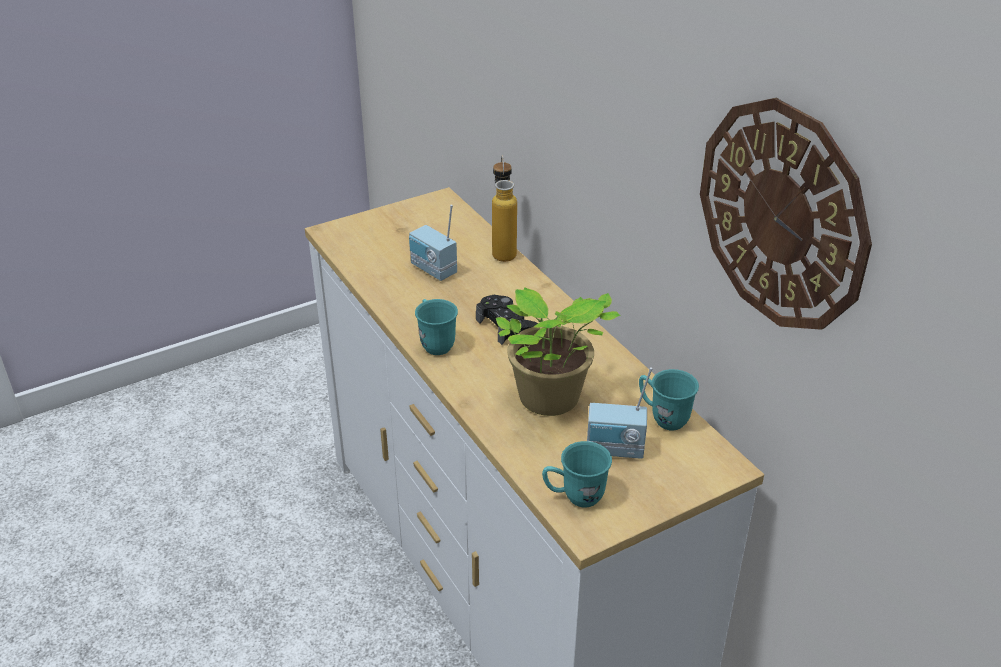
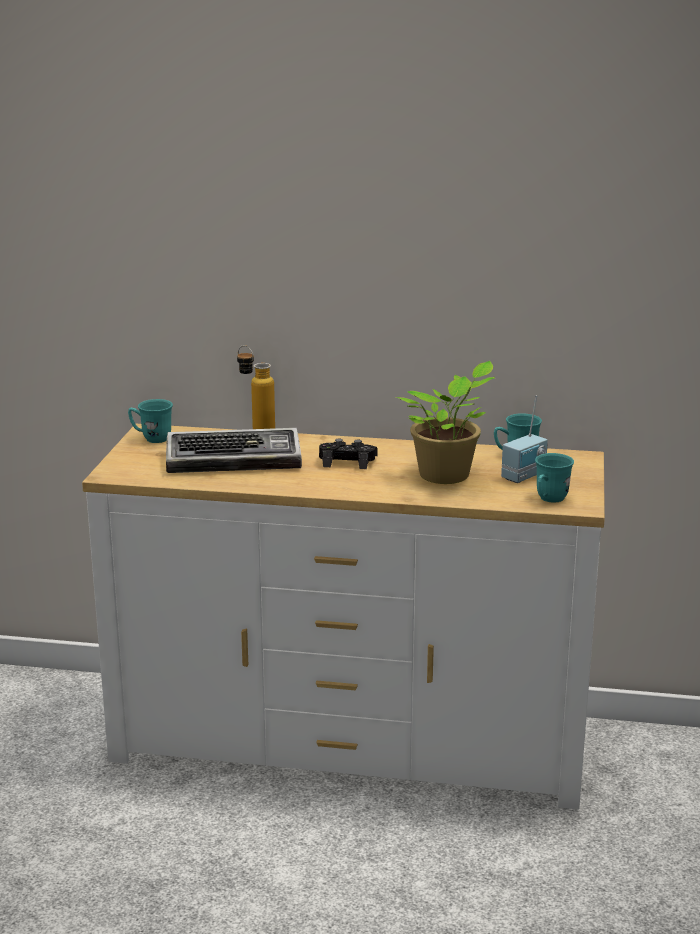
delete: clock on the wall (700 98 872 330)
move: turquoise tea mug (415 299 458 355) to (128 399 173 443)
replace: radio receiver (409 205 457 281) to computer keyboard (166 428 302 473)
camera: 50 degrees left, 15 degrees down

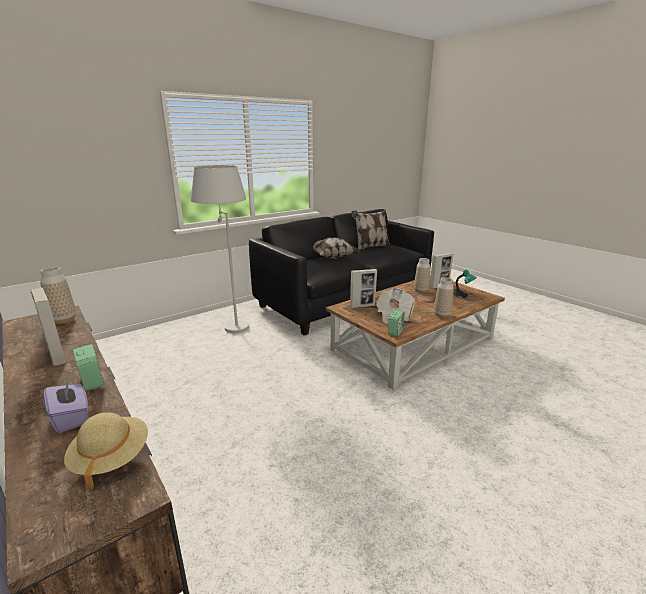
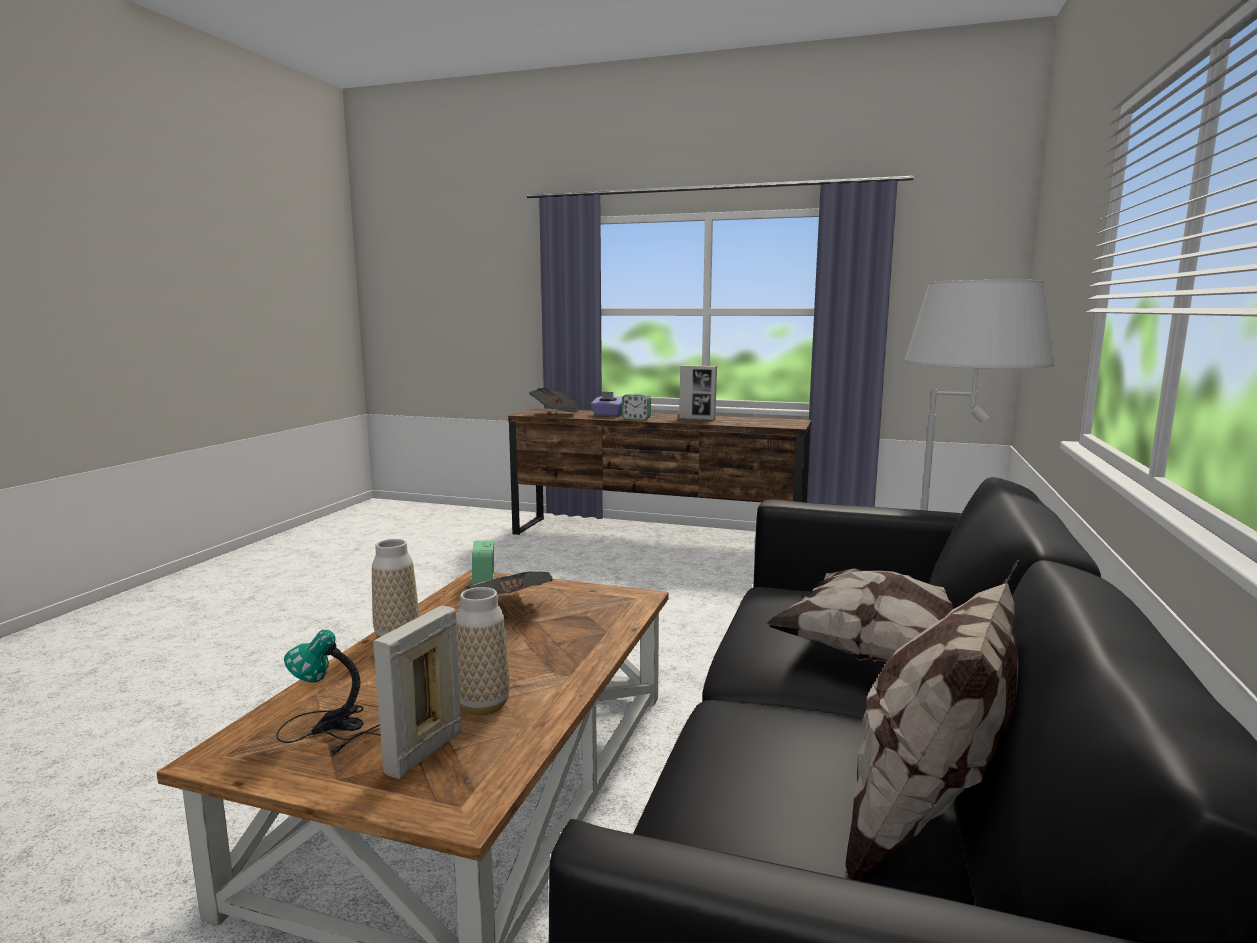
delete: vase (40 267 76 324); picture frame (350 269 377 308)
replace: beige hat (64 412 148 489) to newspaper (529 388 579 412)
camera: 145 degrees right, 10 degrees down

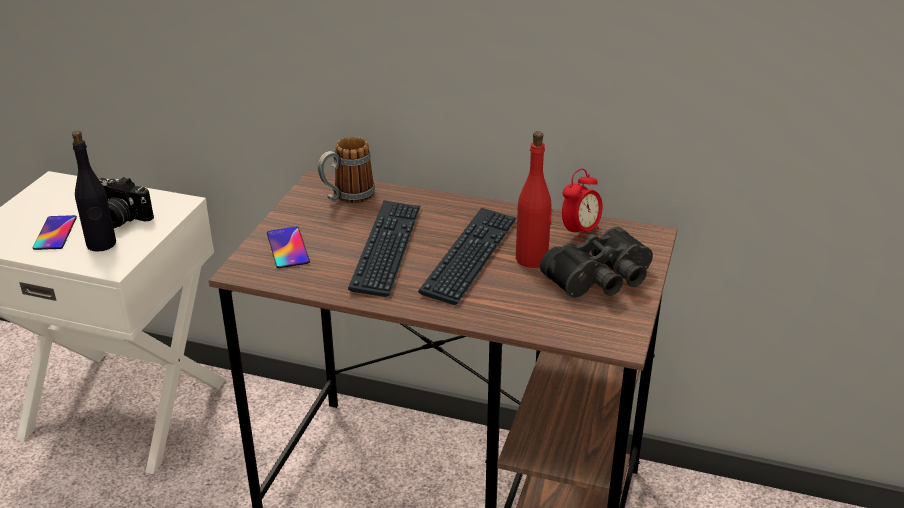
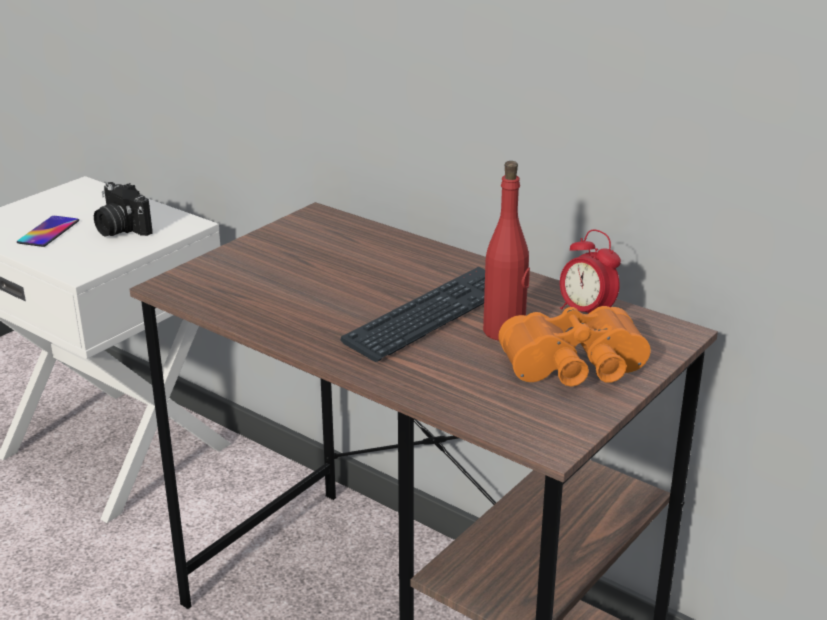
delete: blackish bottle (72 131 116 252); phone (267 227 310 268); tea mug (318 136 375 204); computer keyboard (348 200 421 297)
recolor: blackish field glasses (540 227 653 298) to orange-coloured field glasses (498 306 651 387)
rotate: alarm clock (562 169 603 241) = (560 229 621 313) 75 degrees clockwise
camera: 20 degrees right, 5 degrees down

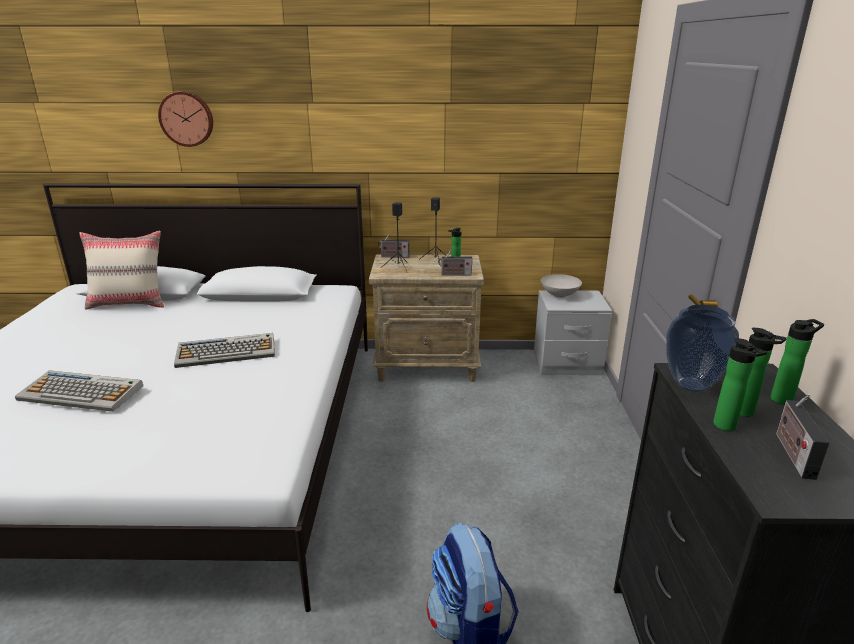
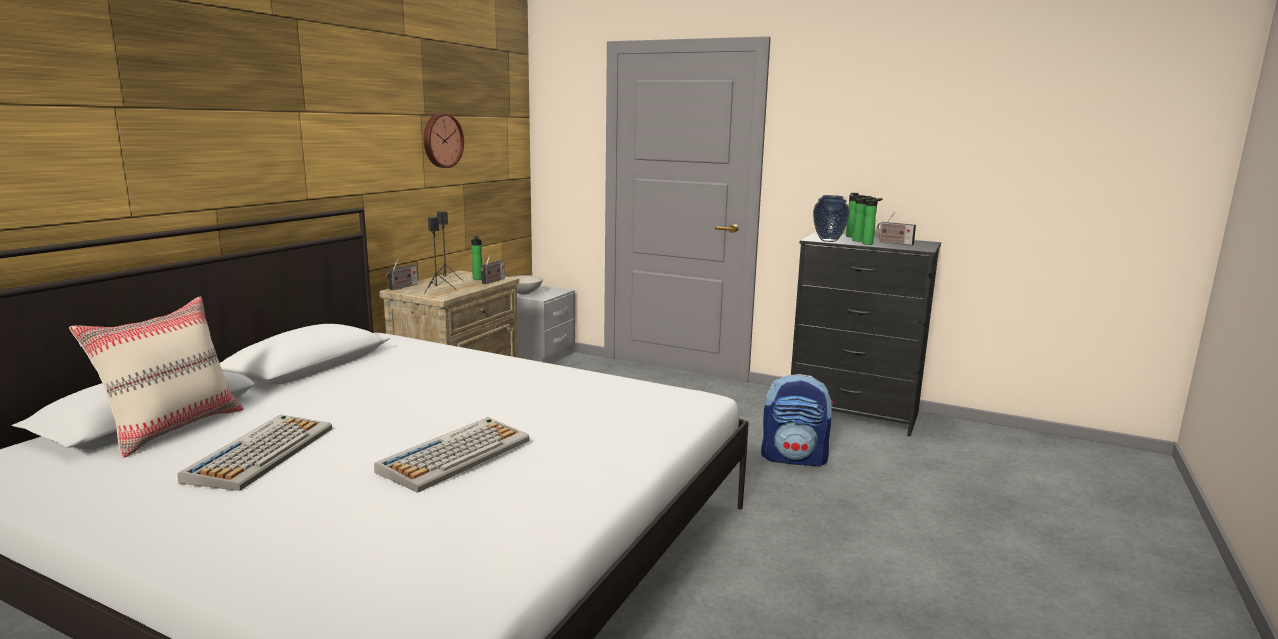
move: computer keyboard (174 333 275 368) to (178 414 332 491); clock on the wall (158 91 213 147) to (424 113 464 168)
camera: 65 degrees left, 10 degrees down

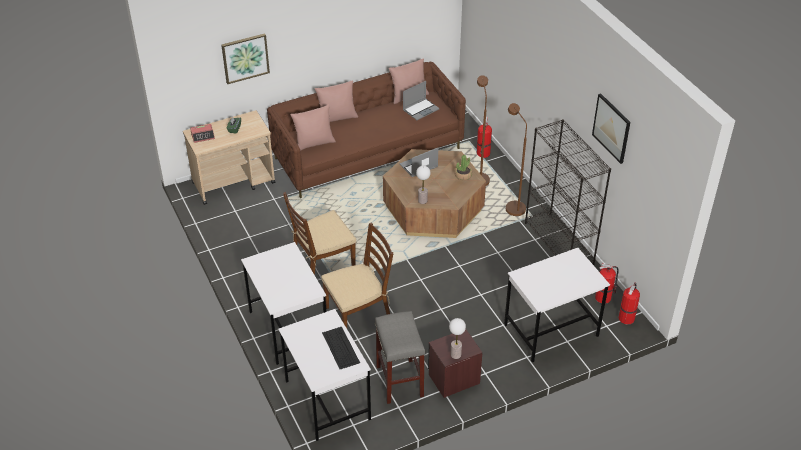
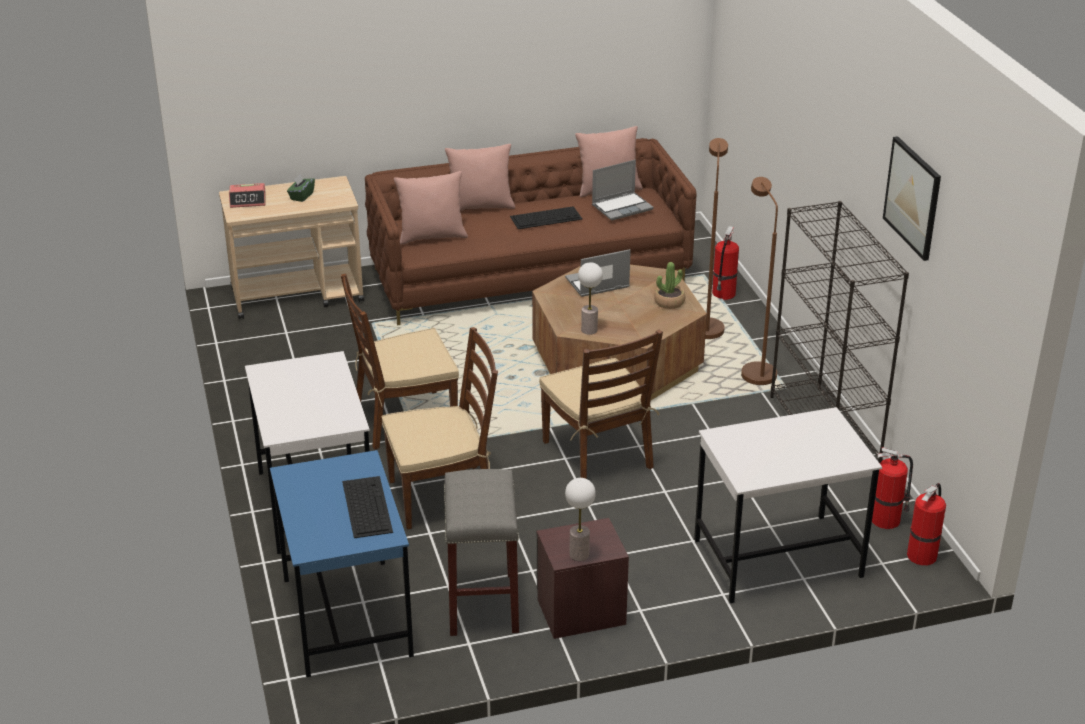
delete: wall picture (221 33 270 84)
insert: computer keyboard (510 206 583 229); brown-coloured plain chair (539 330 663 479)
recolor: whitish desk table (278 309 371 441) to blue-coloured desk table (270 450 414 677)
camera: 10 degrees right, 10 degrees down

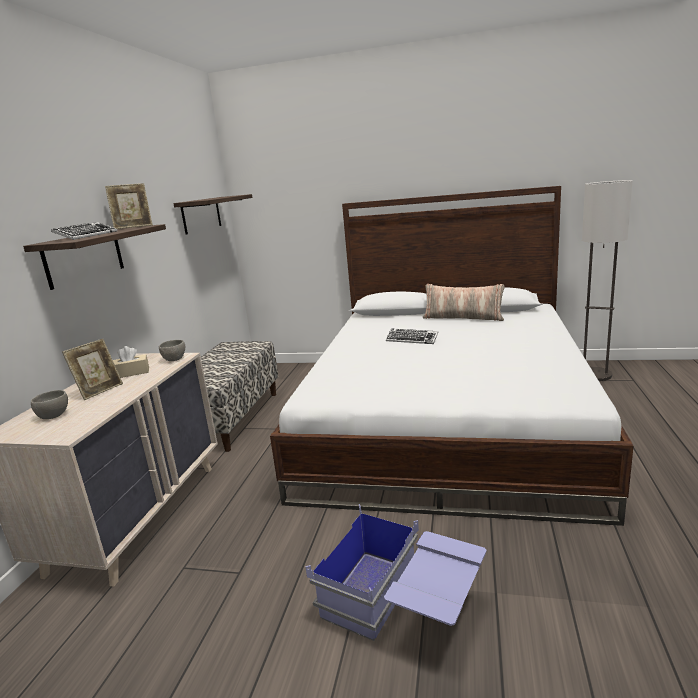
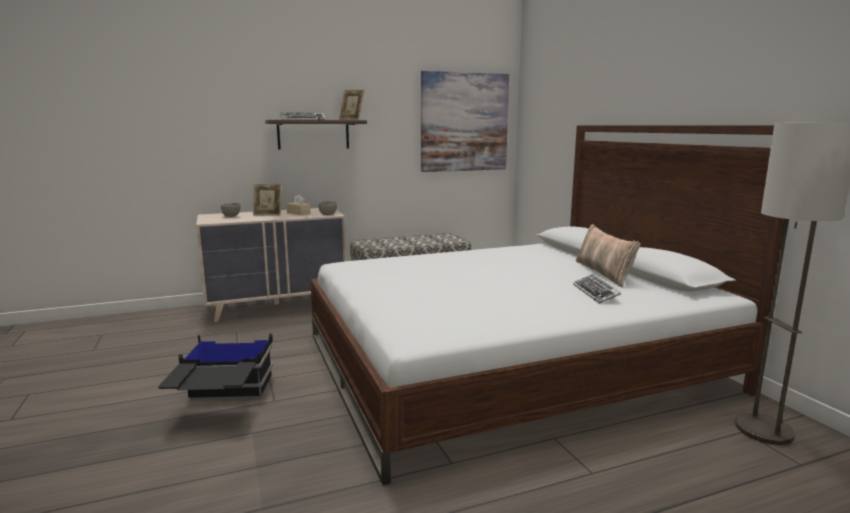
move: computer keyboard (386 329 438 344) to (573 275 621 304)
replace: bracket shelf (173 194 253 235) to wall picture (421 71 509 172)
recolor: blue-coloured storage container (306 504 486 641) to blackish storage container (158 334 273 400)
camera: 55 degrees right, 5 degrees down

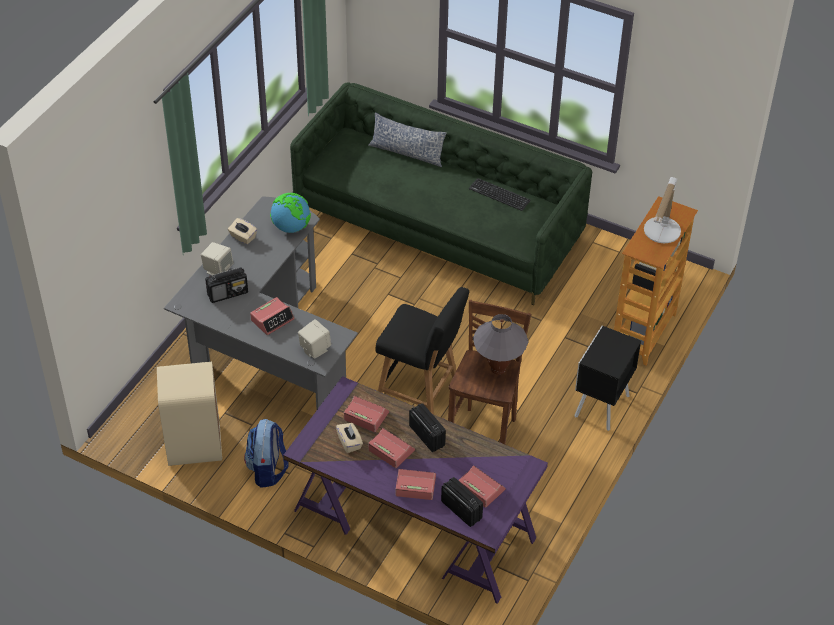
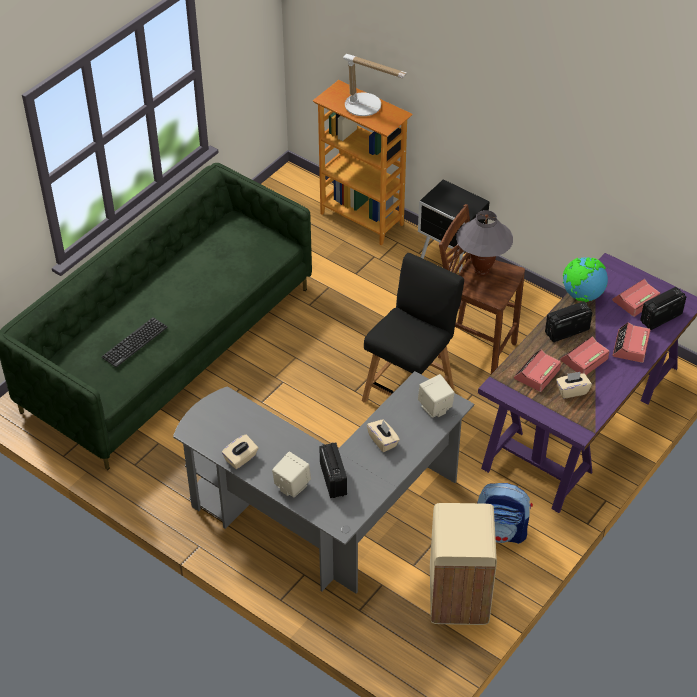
delete: pillow (368 112 447 167)
move: computer keyboard (469 178 531 211) to (102 317 167 367); globe (270 193 311 233) to (563 257 608 302)
replace: alarm clock (250 297 294 335) to beige tissue holder (367 419 400 452)
camera: 80 degrees left, 0 degrees up

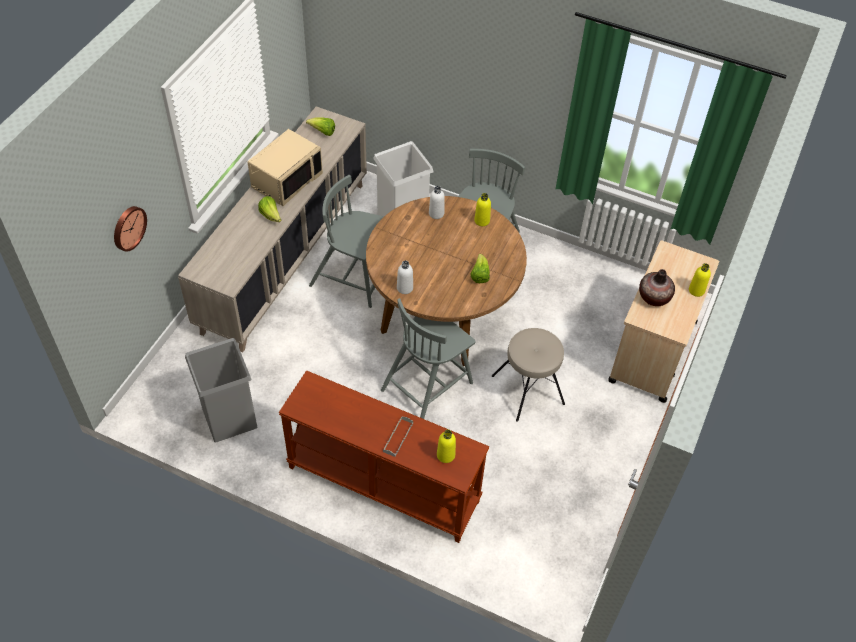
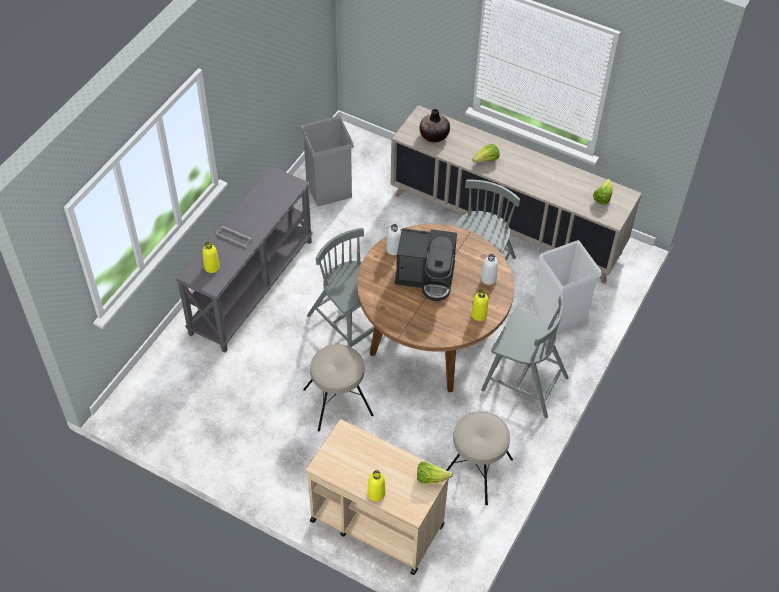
delete: clock on the wall (114 206 147 252); beige kitchen microwave (248 129 323 206)
insert: coffee maker (394 228 457 301); beige stool (447 411 513 505)
move: lettuce head (470 254 490 283) to (417 462 453 484); vase (639 269 675 306) to (420 109 450 142)
recolor: brown-coloured console table (279 370 489 543) to gray console table (175 166 313 353)
camera: 95 degrees right, 0 degrees up

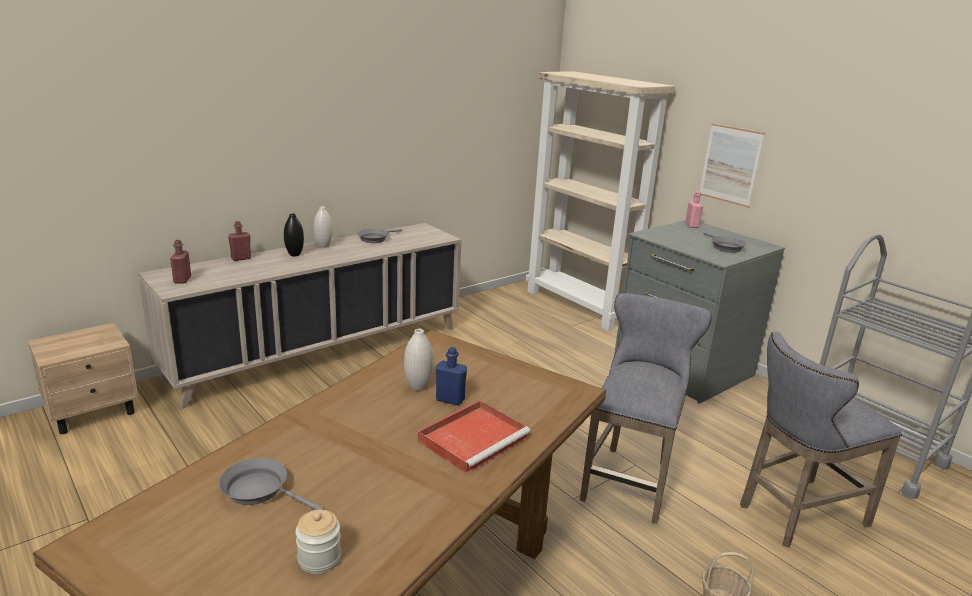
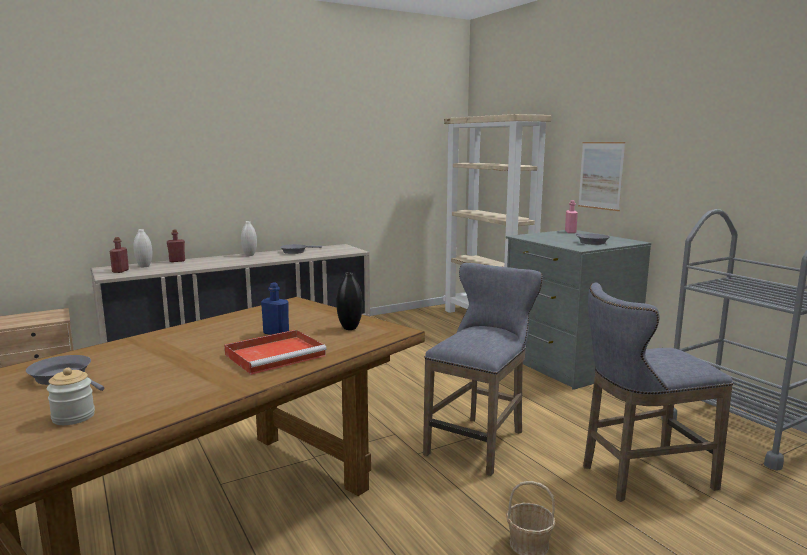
move: whitish vase (404 329 433 391) to (133 229 152 267); blackish vase (284 213 304 257) to (336 272 363 330)
camera: 10 degrees right, 10 degrees down

